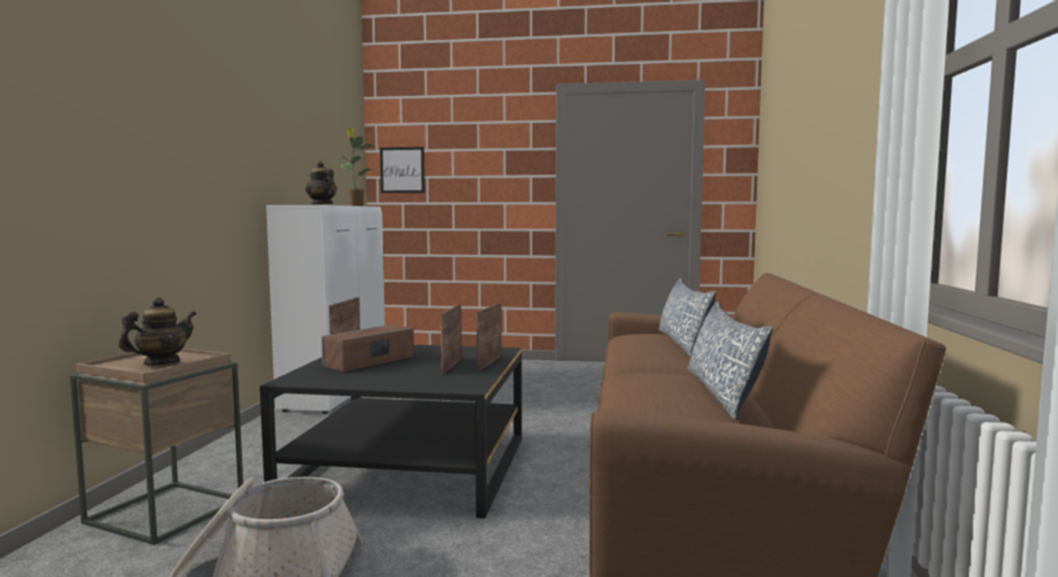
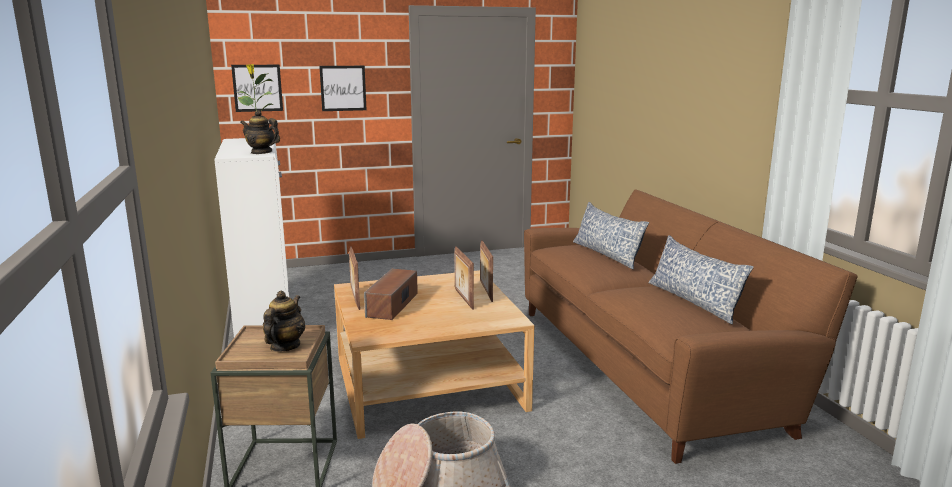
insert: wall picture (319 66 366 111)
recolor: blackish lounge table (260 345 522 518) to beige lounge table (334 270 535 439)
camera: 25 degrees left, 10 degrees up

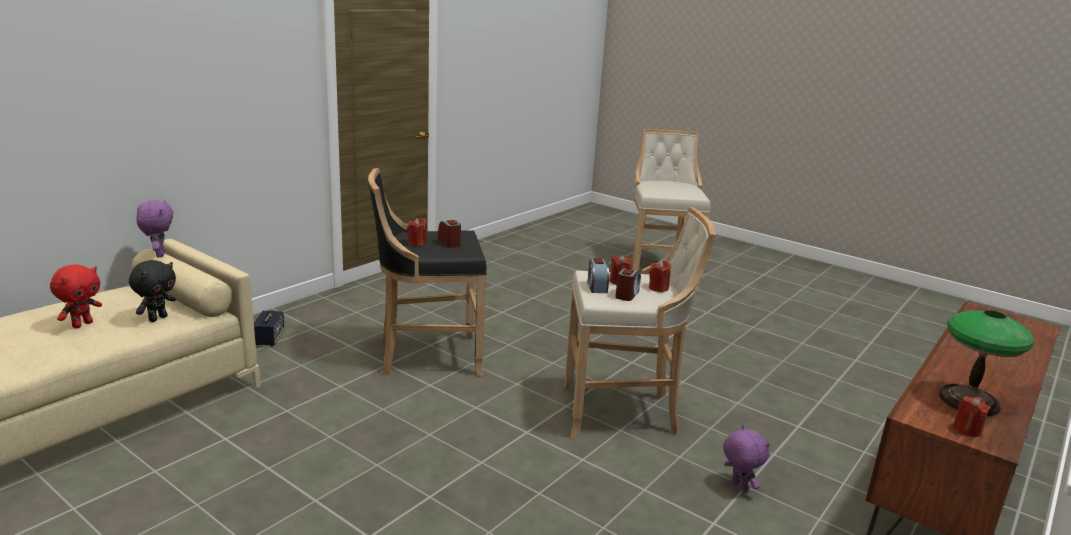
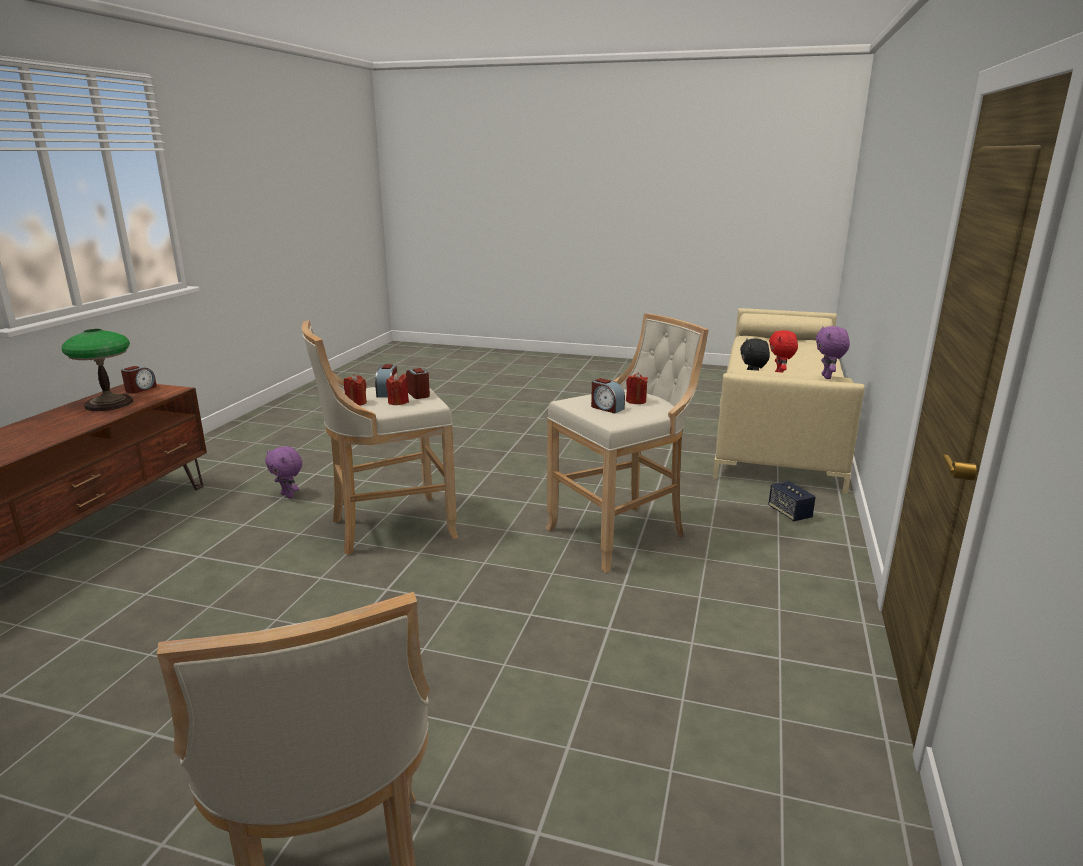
replace: red wax candle (953 396 991 437) to alarm clock (121 366 157 394)
recolor: blackish stool (368 168 487 376) to beige stool (546 313 709 573)
rotate: purple-coloured plush toy (136 200 174 257) = (816 326 850 379) 45 degrees clockwise
camera: 160 degrees right, 0 degrees up

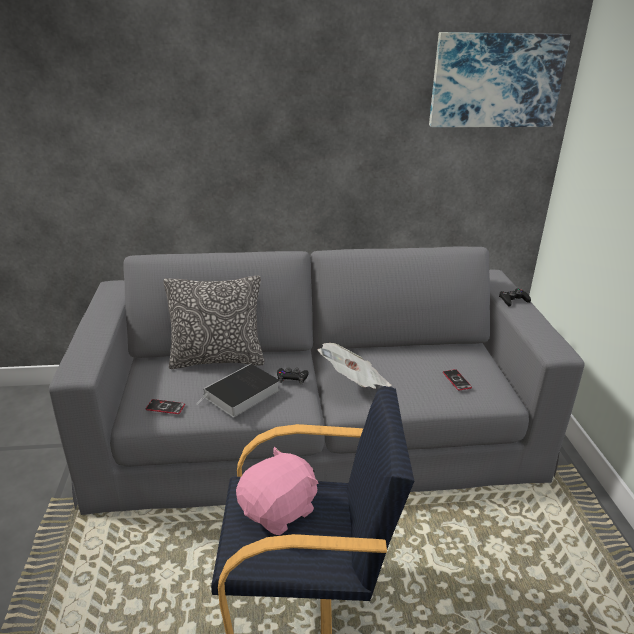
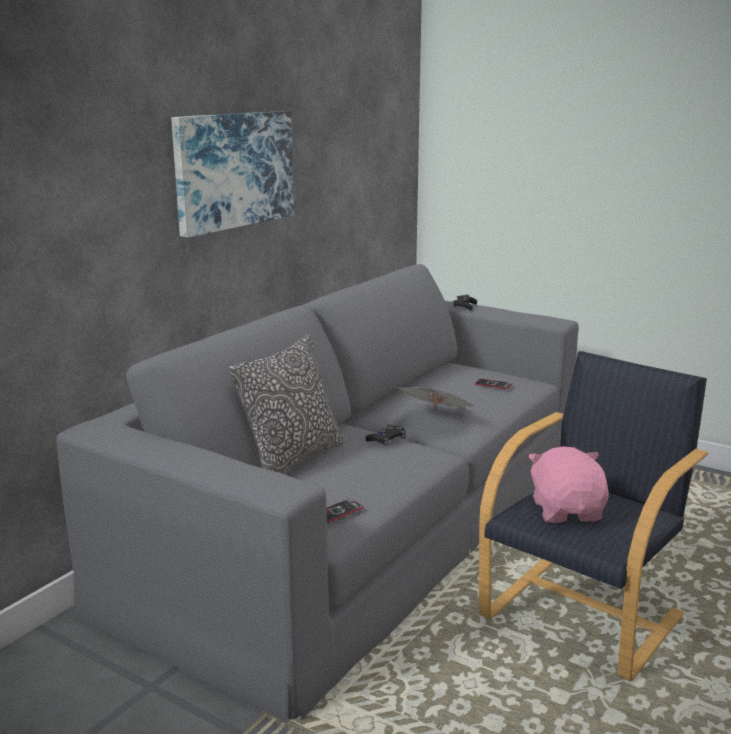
delete: book (197 364 280 417)
move: wall picture (429 32 571 127) to (171 111 294 238)
camera: 50 degrees left, 10 degrees down

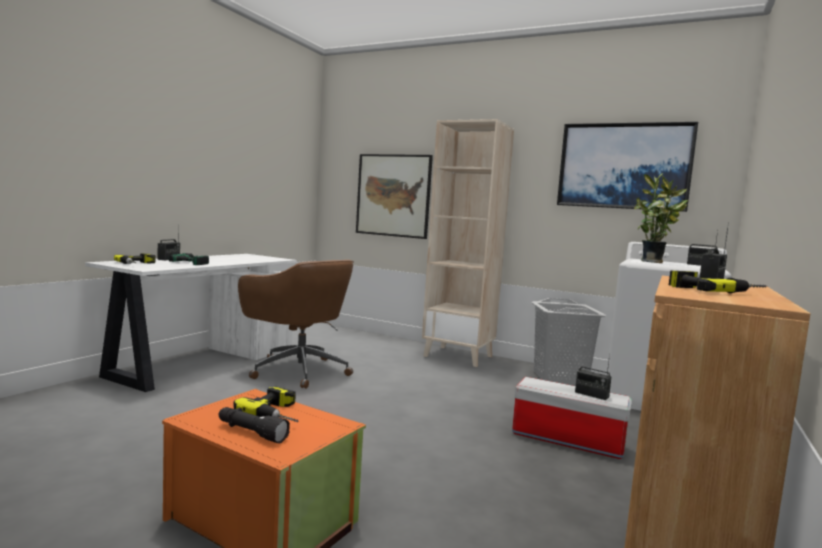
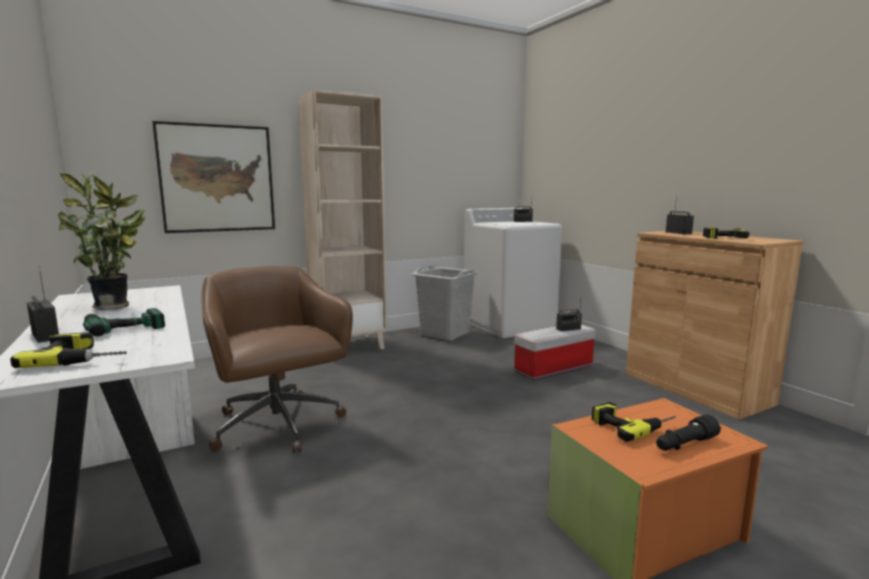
delete: wall picture (557 122 698 212)
move: houseplant (634 173 688 263) to (58 172 145 310)
rotate: brown-coloured desk chair (238 260 354 389) = (202 266 353 453) 105 degrees counterclockwise
camera: 55 degrees left, 5 degrees up

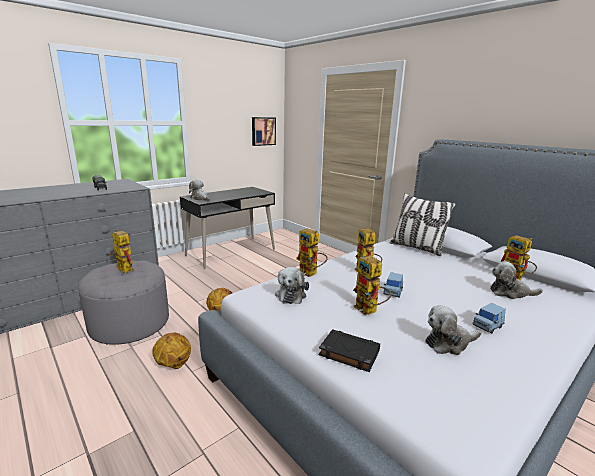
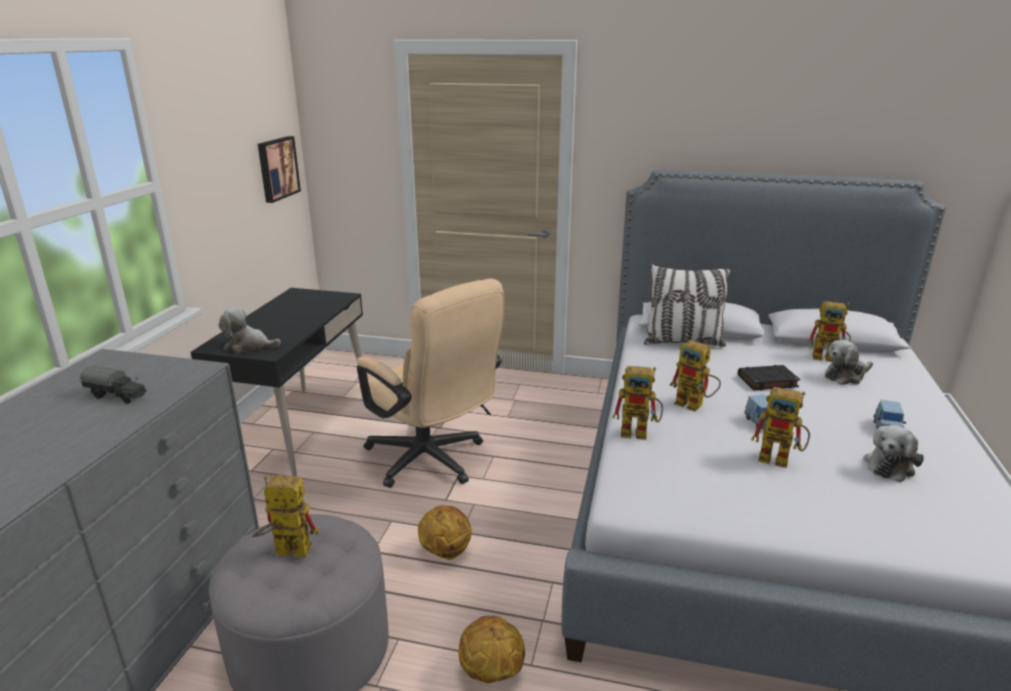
delete: plush toy (275 267 309 304)
insert: beige desk chair (357 279 504 488)
move: blackish book (319 329 380 372) to (738 365 800 390)
camera: 35 degrees left, 5 degrees up

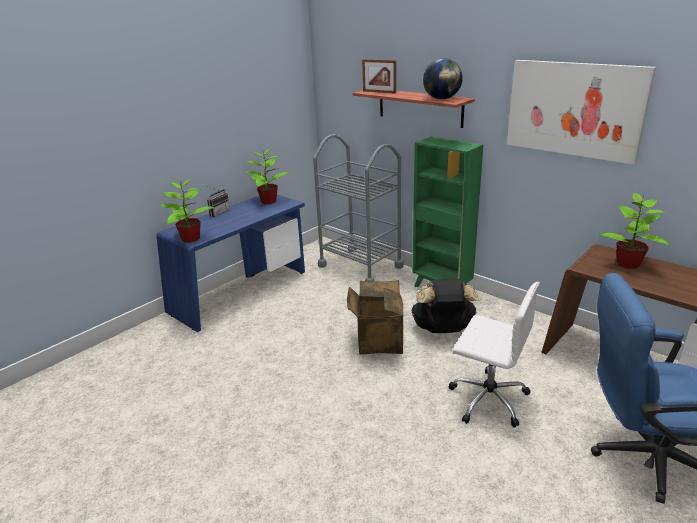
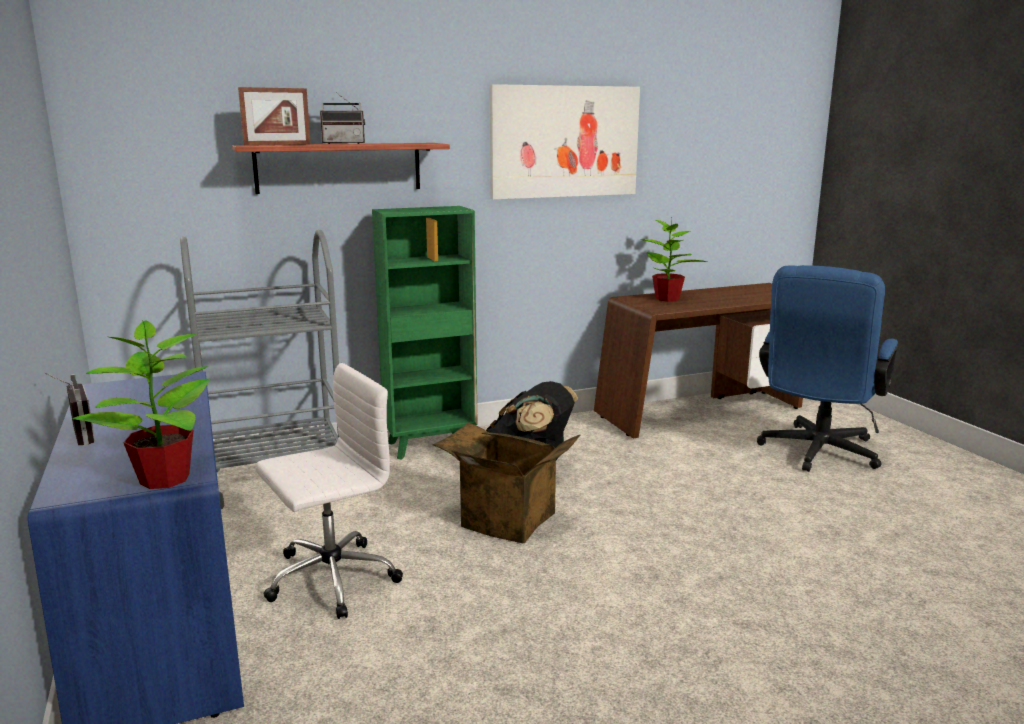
delete: houseplant (244 149 290 204); globe (423 58 463 99)
insert: radio receiver (320 92 365 144)
move: whitish desk chair (448 282 540 428) to (255 363 403 619)
camera: 65 degrees left, 10 degrees down

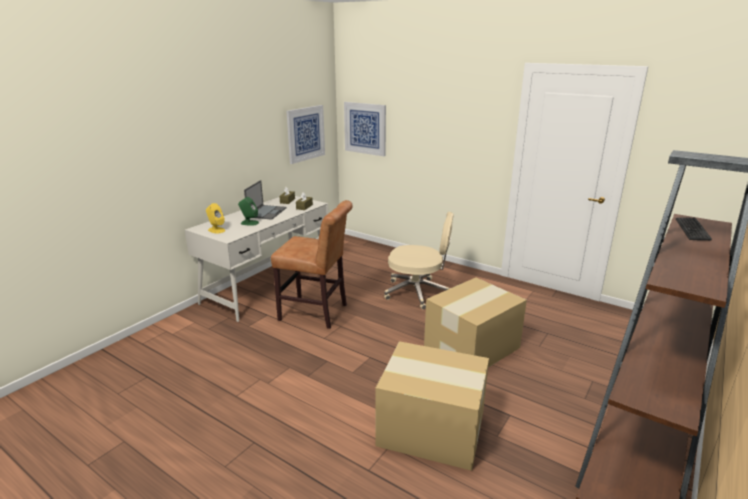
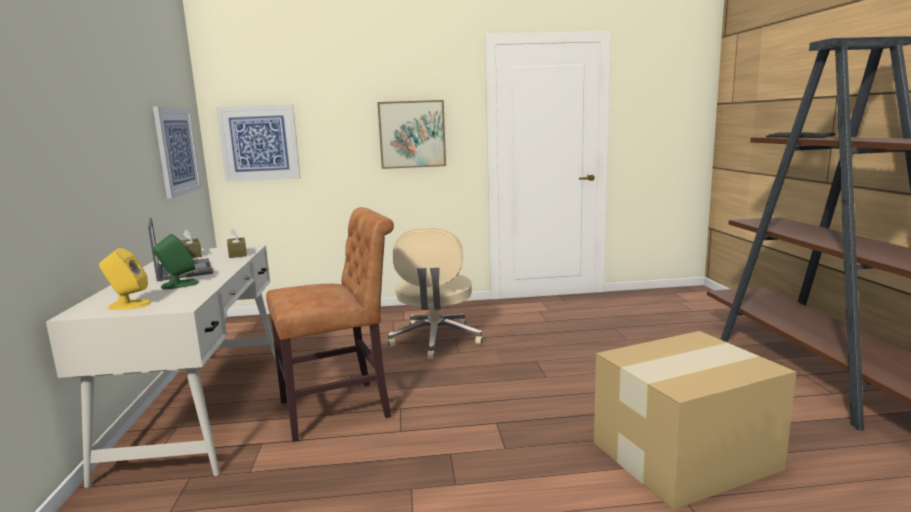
delete: packing box (424 278 527 367)
insert: wall picture (377 100 446 169)
rotate: beige desk chair (384 212 454 310) = (387 227 483 359) 120 degrees clockwise
camera: 40 degrees left, 10 degrees down

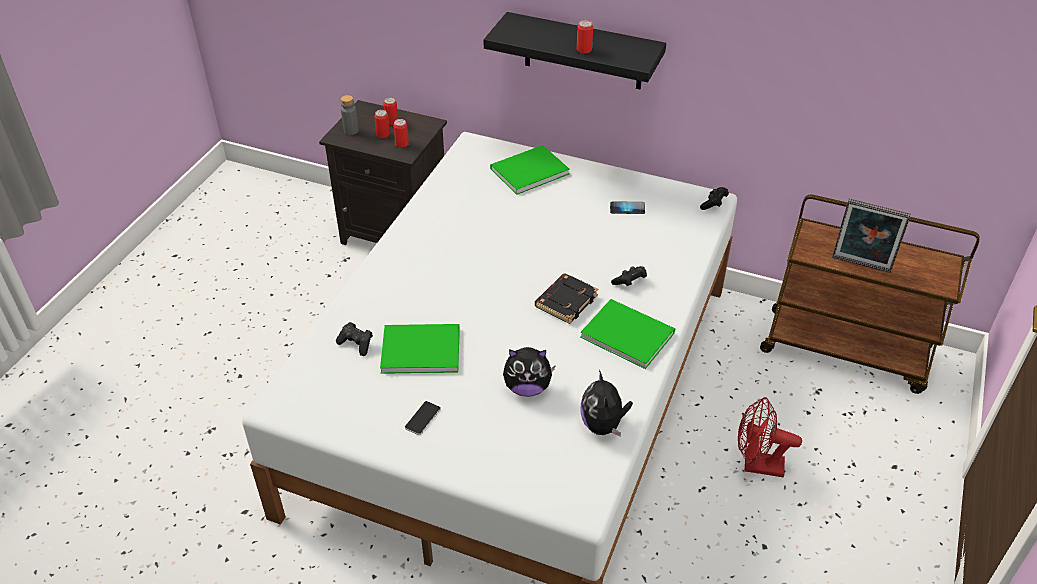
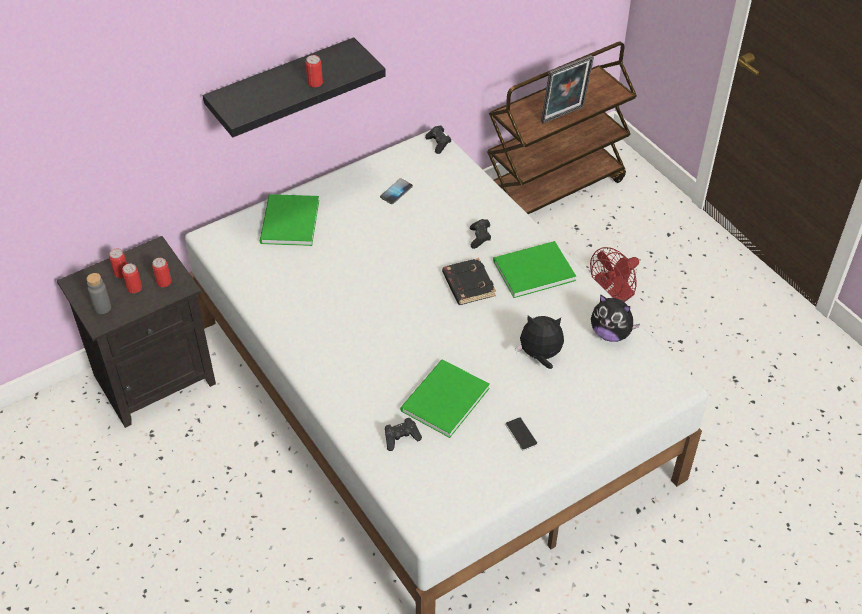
rotate: plush toy (503 347 556 397) = (516 315 564 369) 120 degrees counterclockwise
camera: 55 degrees left, 5 degrees up

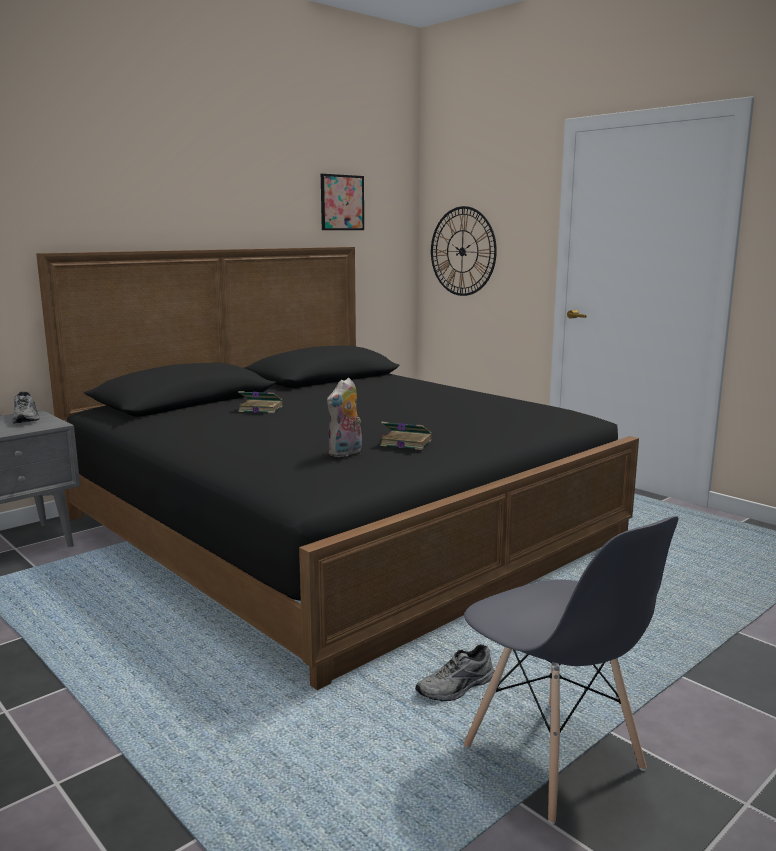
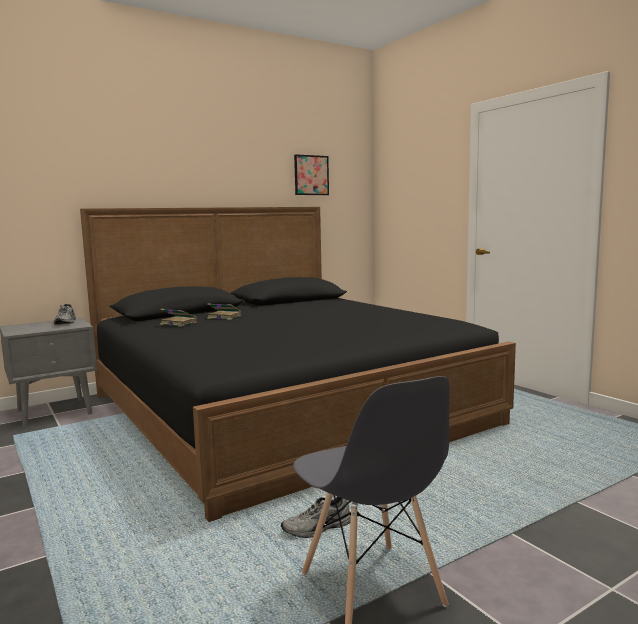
delete: plush toy (327 378 362 457); clock on the wall (431 206 497 296)
move: book (380 422 432 450) to (160 309 197 327)
camera: 10 degrees right, 5 degrees down

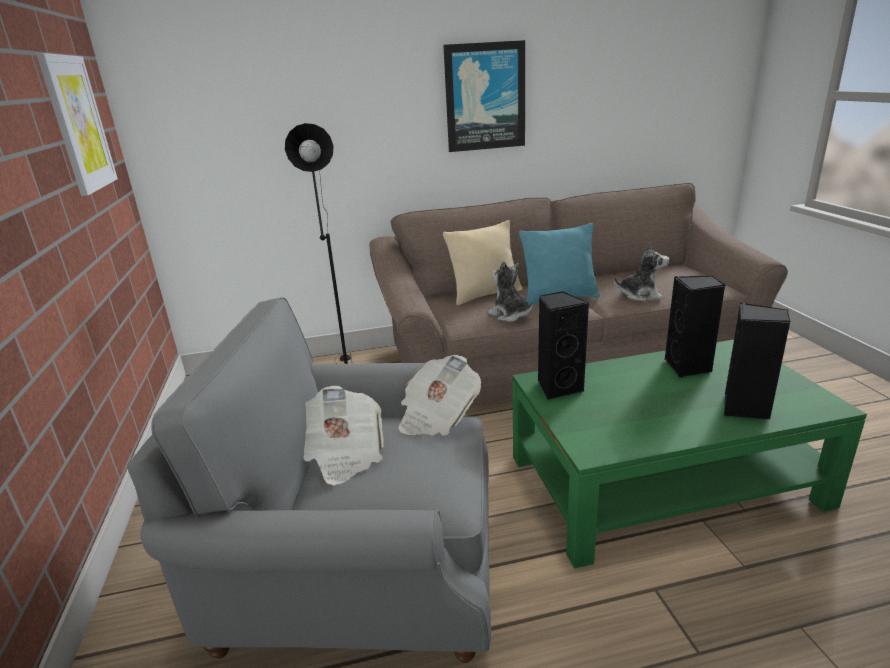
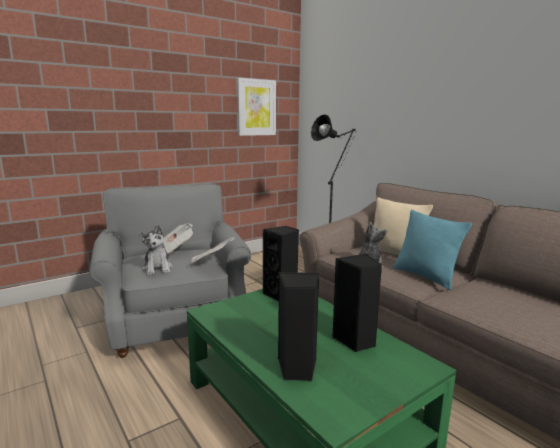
delete: wall picture (443 40 525 152)
move: plush toy (613 243 669 301) to (139 225 173 275)
camera: 65 degrees right, 10 degrees down

